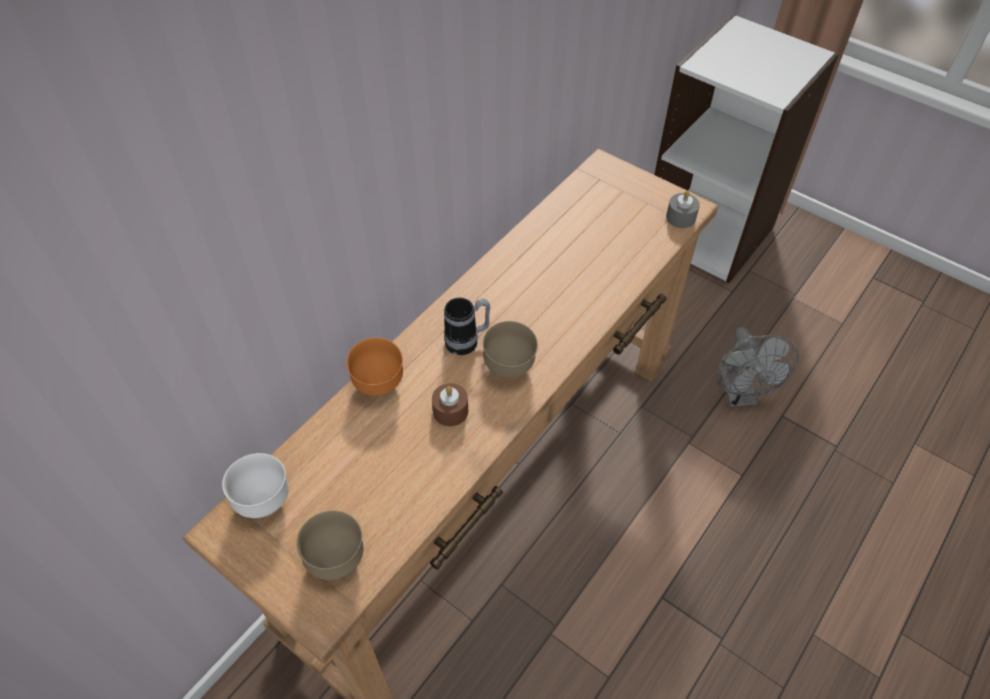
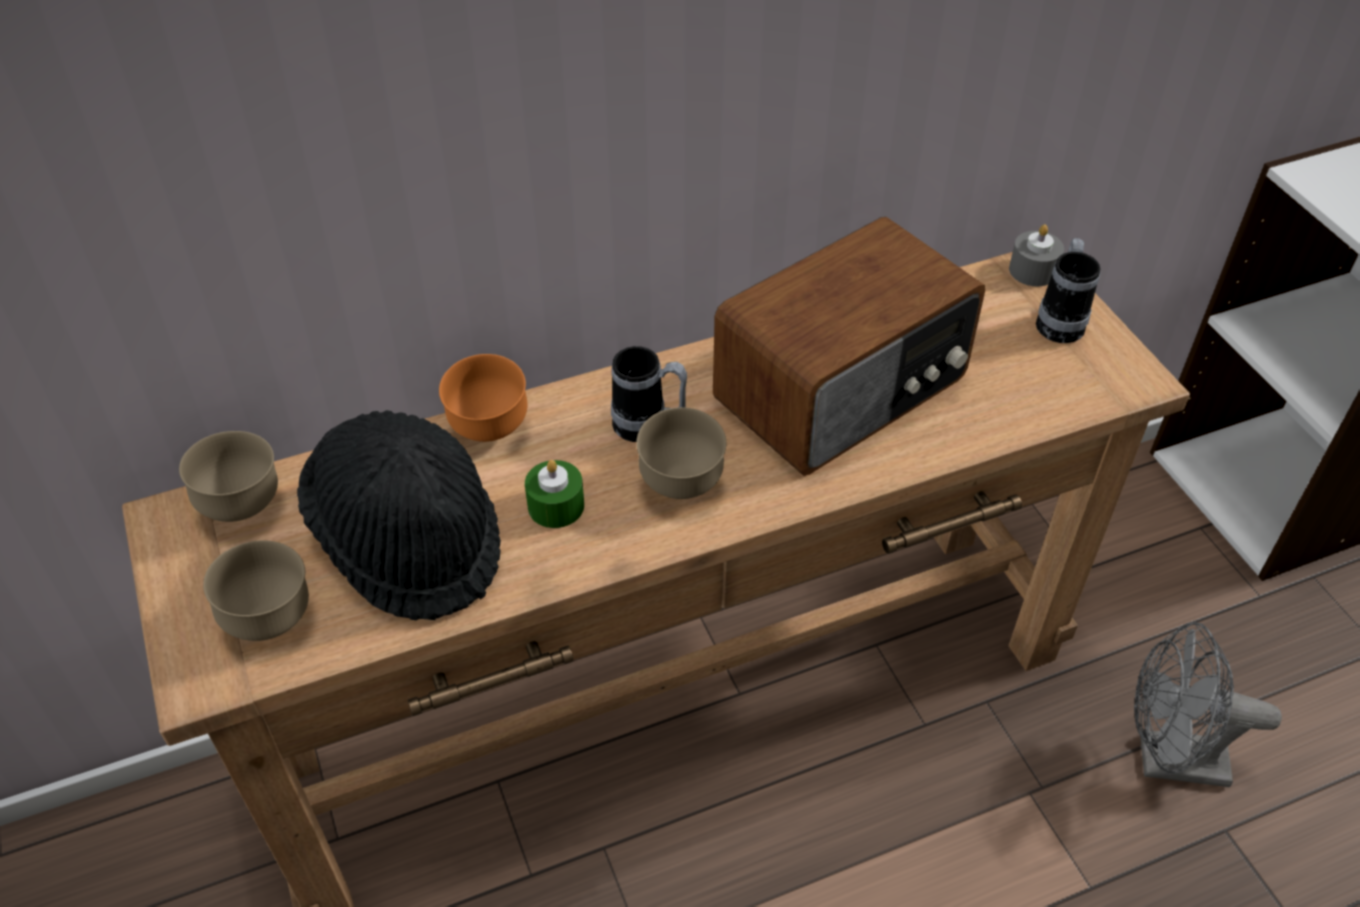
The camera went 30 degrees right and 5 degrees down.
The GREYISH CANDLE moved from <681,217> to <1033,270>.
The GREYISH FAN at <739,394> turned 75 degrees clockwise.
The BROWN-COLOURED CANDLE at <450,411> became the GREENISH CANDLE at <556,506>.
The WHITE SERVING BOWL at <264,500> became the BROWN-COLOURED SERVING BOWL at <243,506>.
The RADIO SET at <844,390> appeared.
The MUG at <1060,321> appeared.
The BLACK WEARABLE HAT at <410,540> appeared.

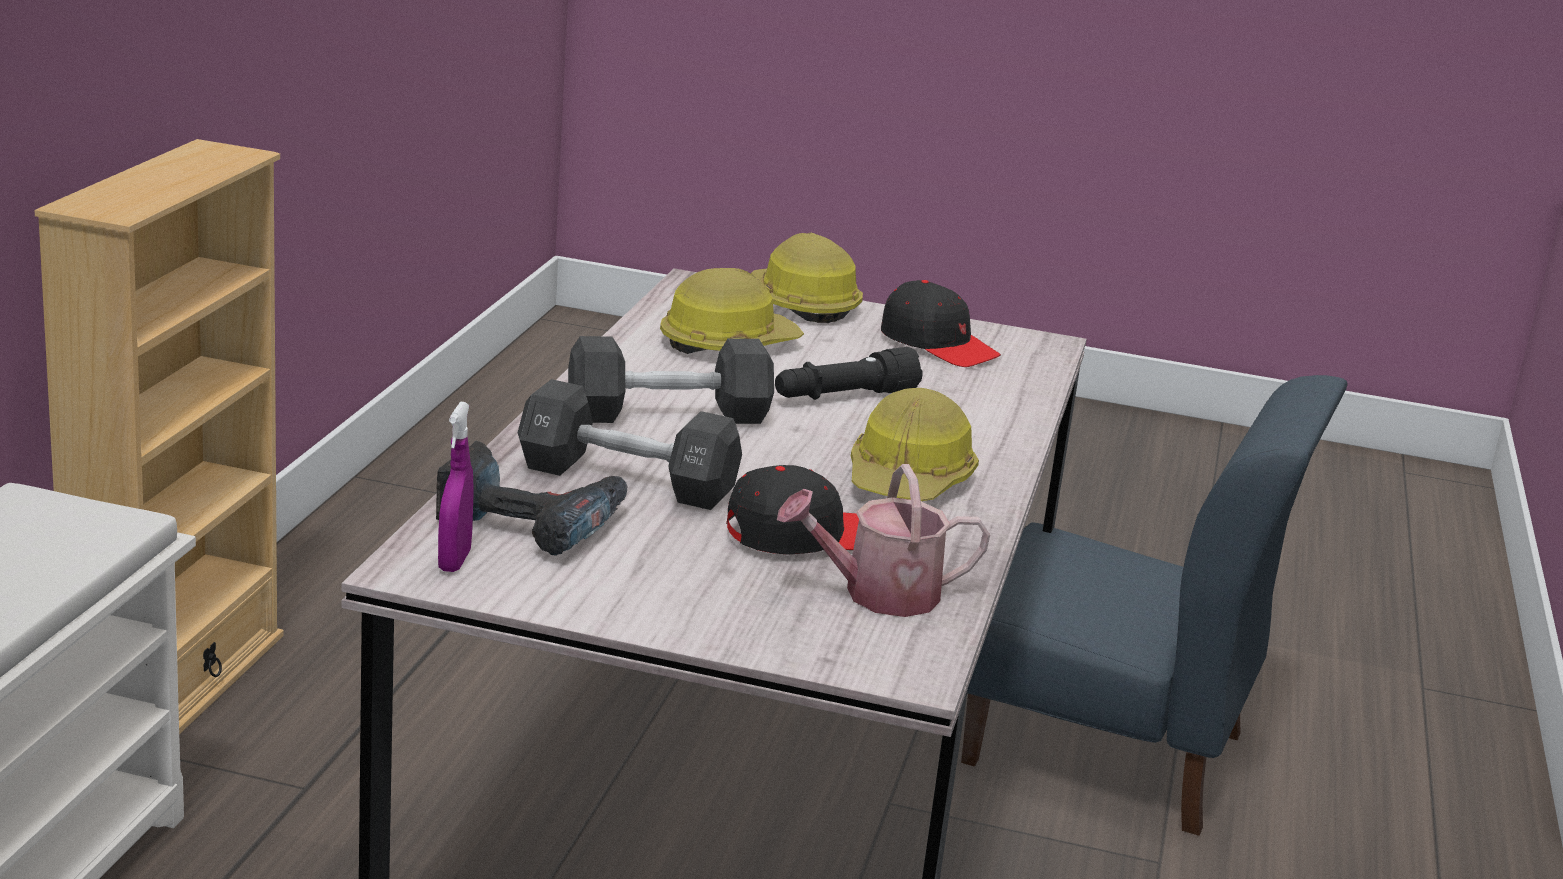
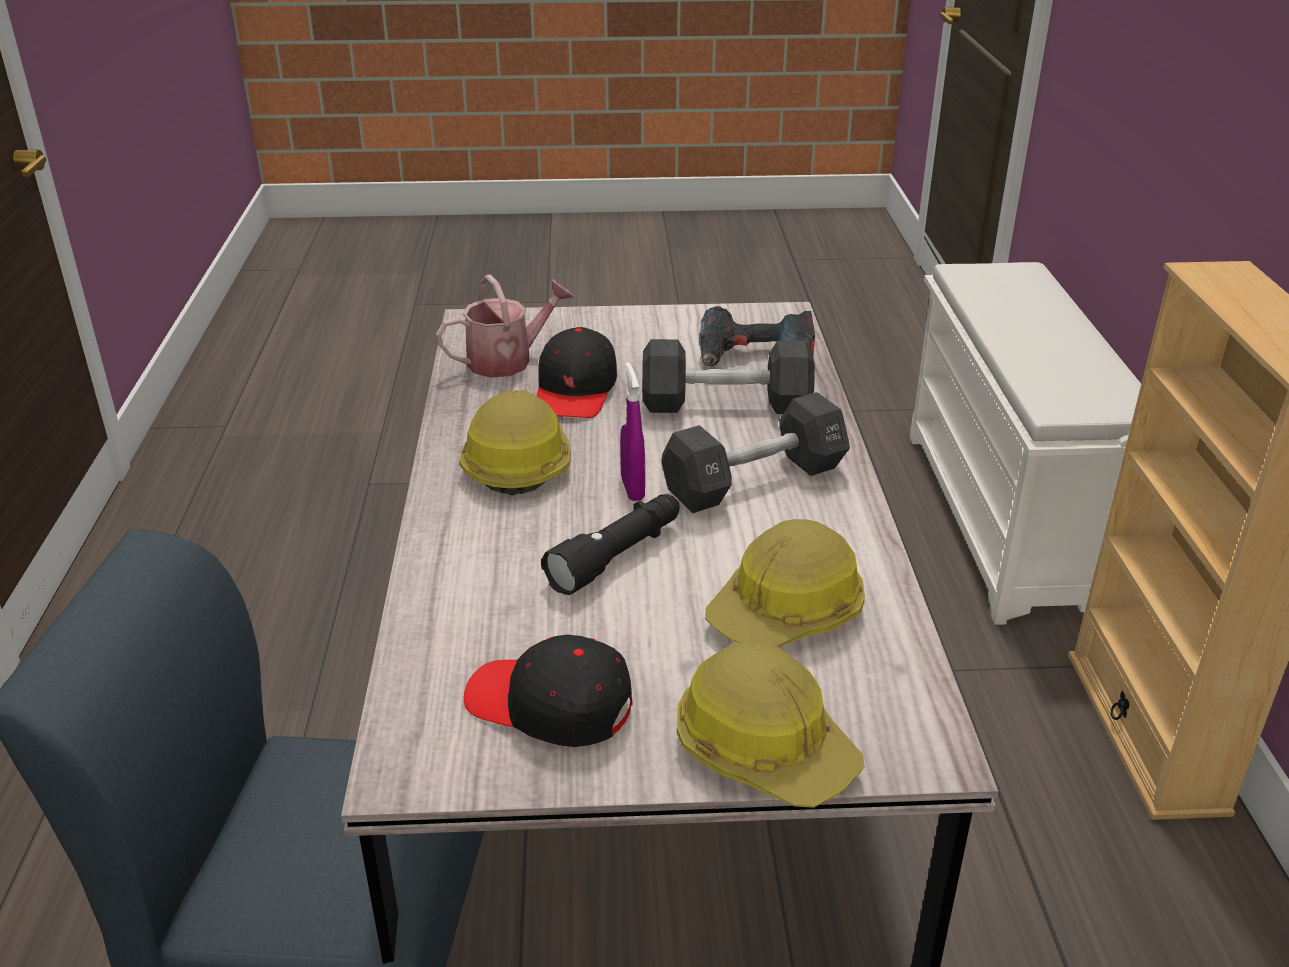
The camera went 165 degrees right and 10 degrees up.
The PURPLE SPRAYER moved from <454,561> to <632,489>.
The BLACK CAP at <803,535> turned 45 degrees counterclockwise.

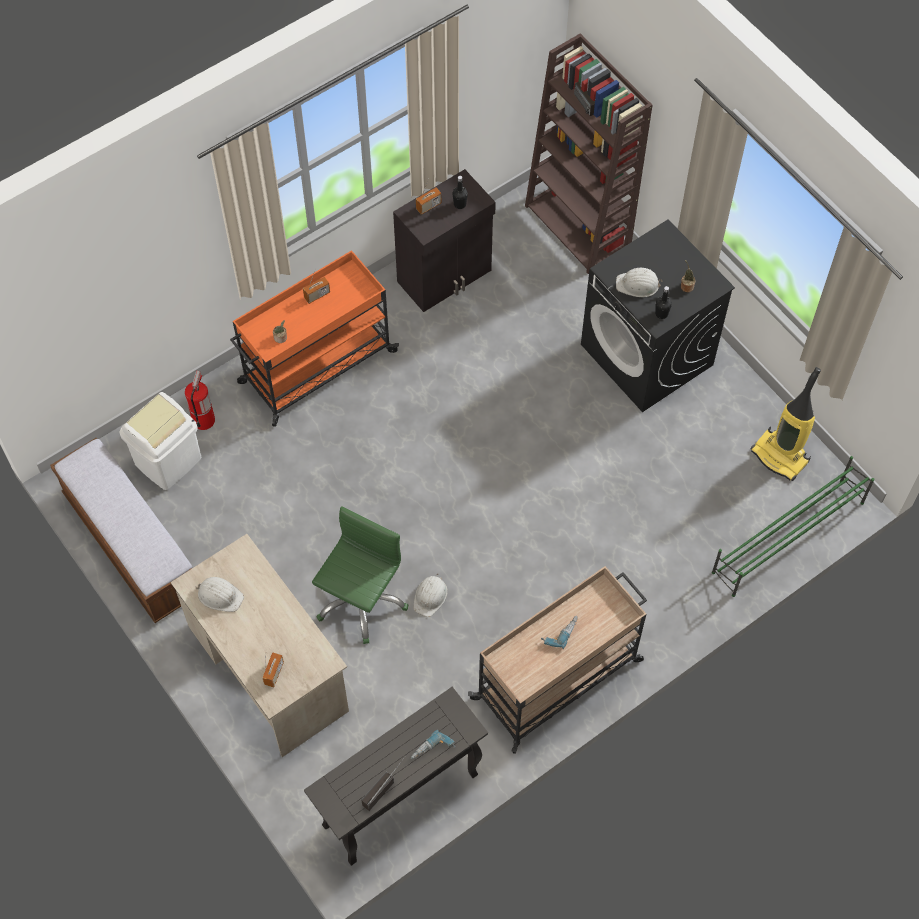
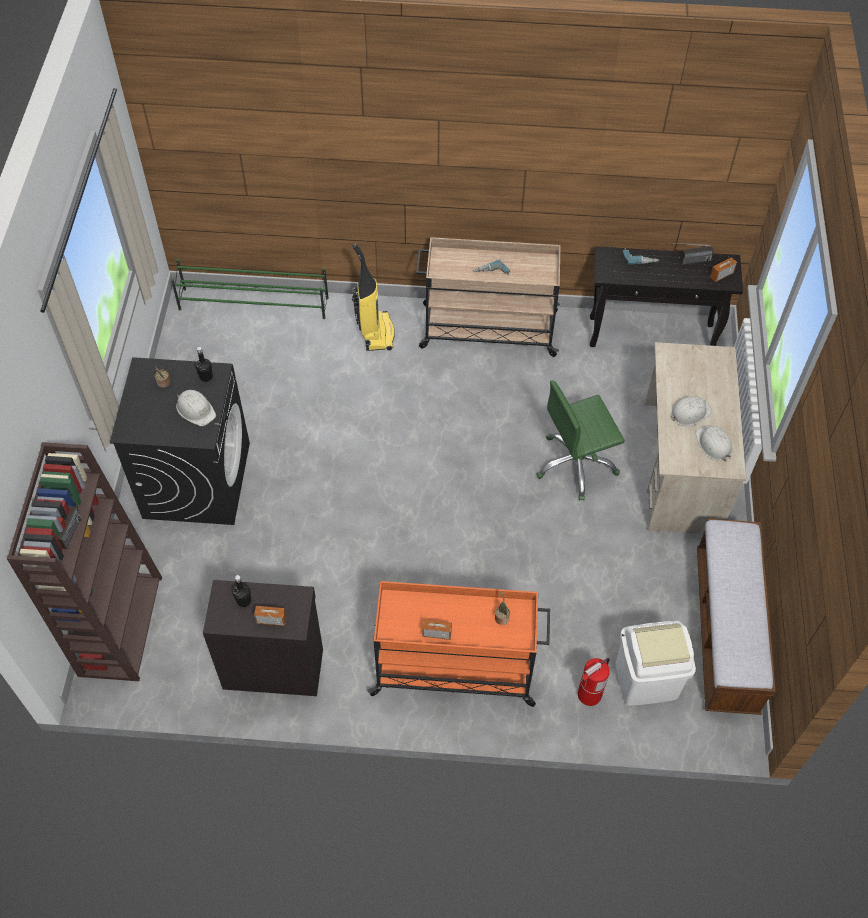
The camera went 140 degrees left and 5 degrees down.
The HOOVER moved from <781,456> to <376,332>.
The WHITE HARD HAT moved from <430,596> to <690,413>.
The RADIO SET moved from <274,673> to <721,275>.

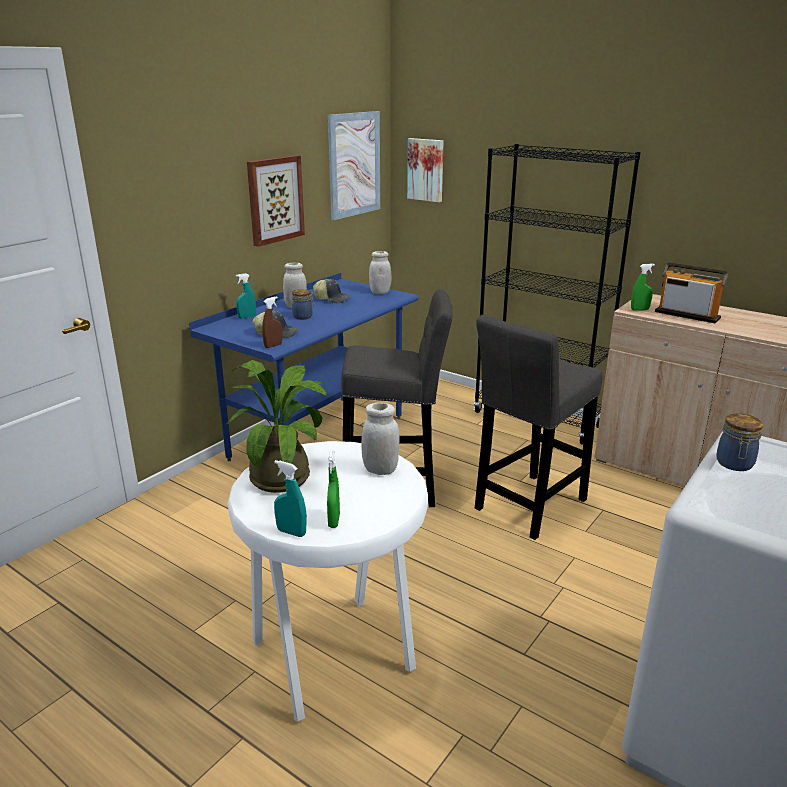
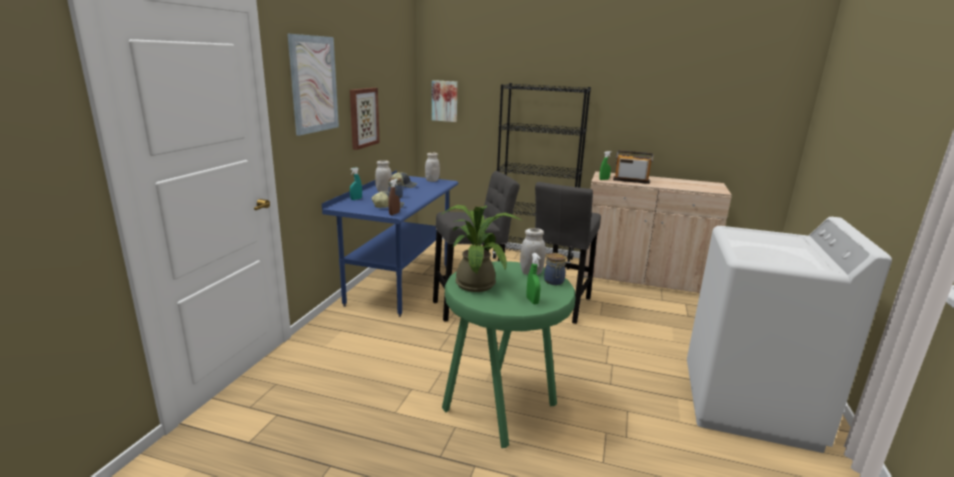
The camera went 20 degrees left and 5 degrees down.
The WALL ART moved from <354,164> to <314,84>.
The STORAGE JAR moved from <734,464> to <554,282>.
The WHITE STOOL SEAT at <336,656> became the GREENISH STOOL SEAT at <502,407>.
The TURQUOISE SPRAYER at <291,532> disappeared.

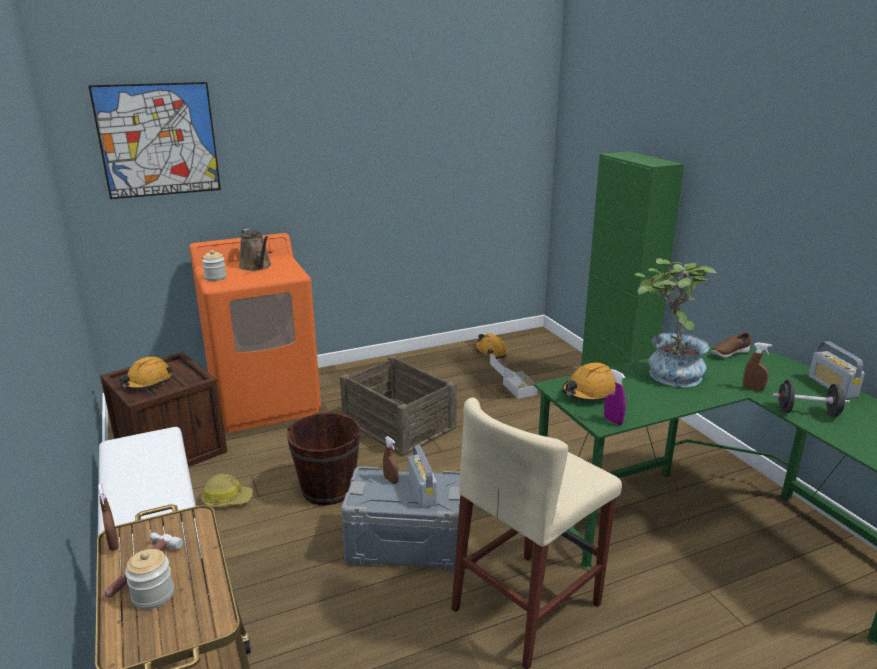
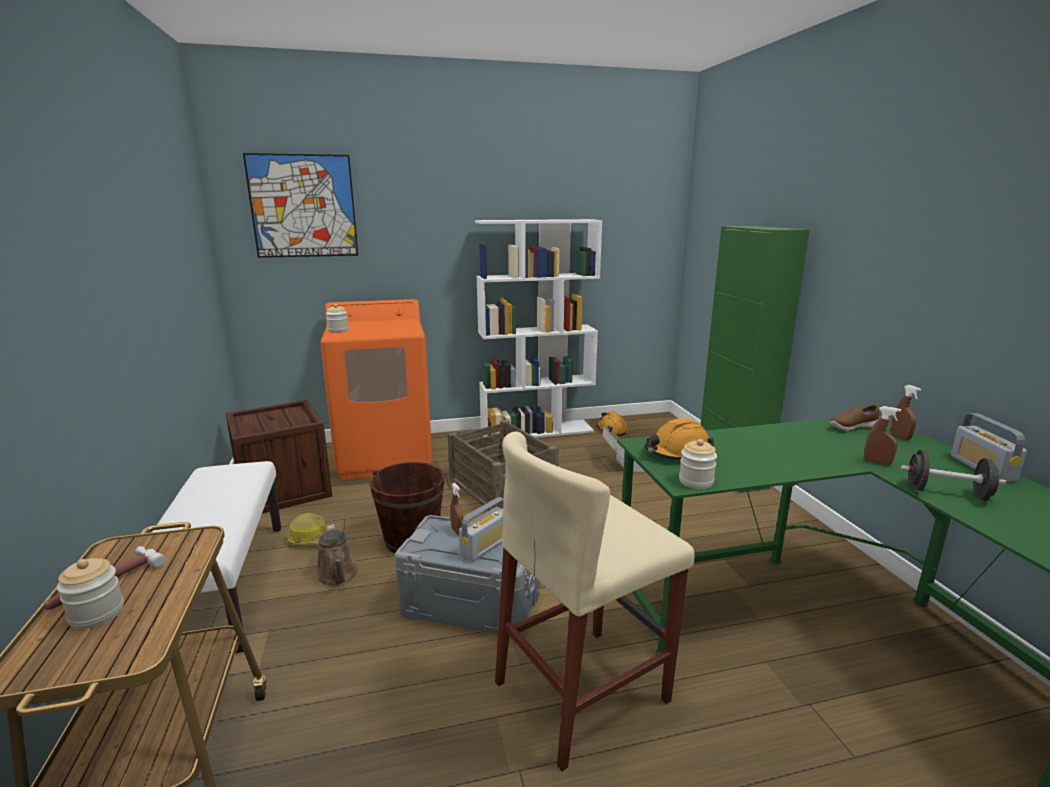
The camera went 10 degrees right and 5 degrees down.
The BROWN-COLOURED WATERING CAN moved from <256,266> to <338,576>.
The PLANT IN A POT at <666,373> disappeared.
The ORANGE HARD HAT at <147,382> disappeared.
The PURPLE SPRAYER at <613,421> was replaced by the STORAGE JAR at <696,481>.
The RADIO SET at <422,492> turned 45 degrees clockwise.
The BROWN-COLOURED SPRAYER moved from <113,544> to <900,437>.
The WHITE SHELVING UNIT at <537,431> appeared.

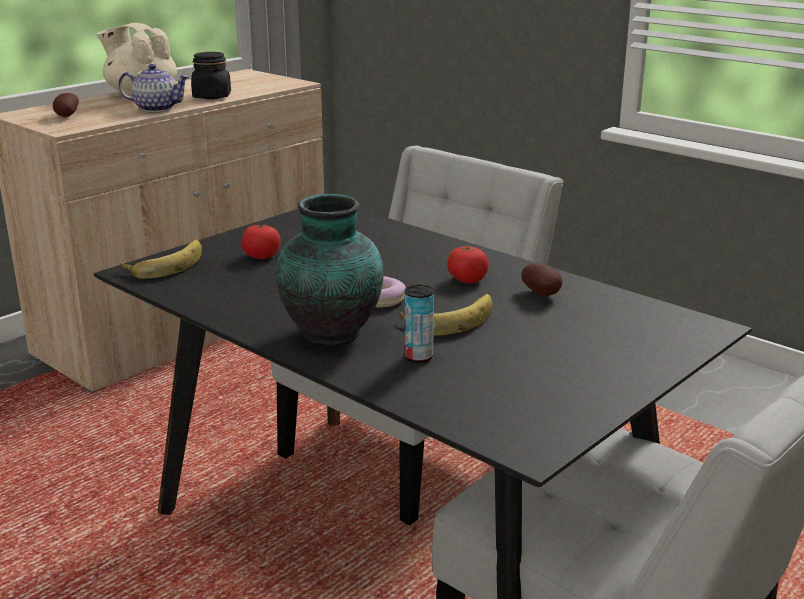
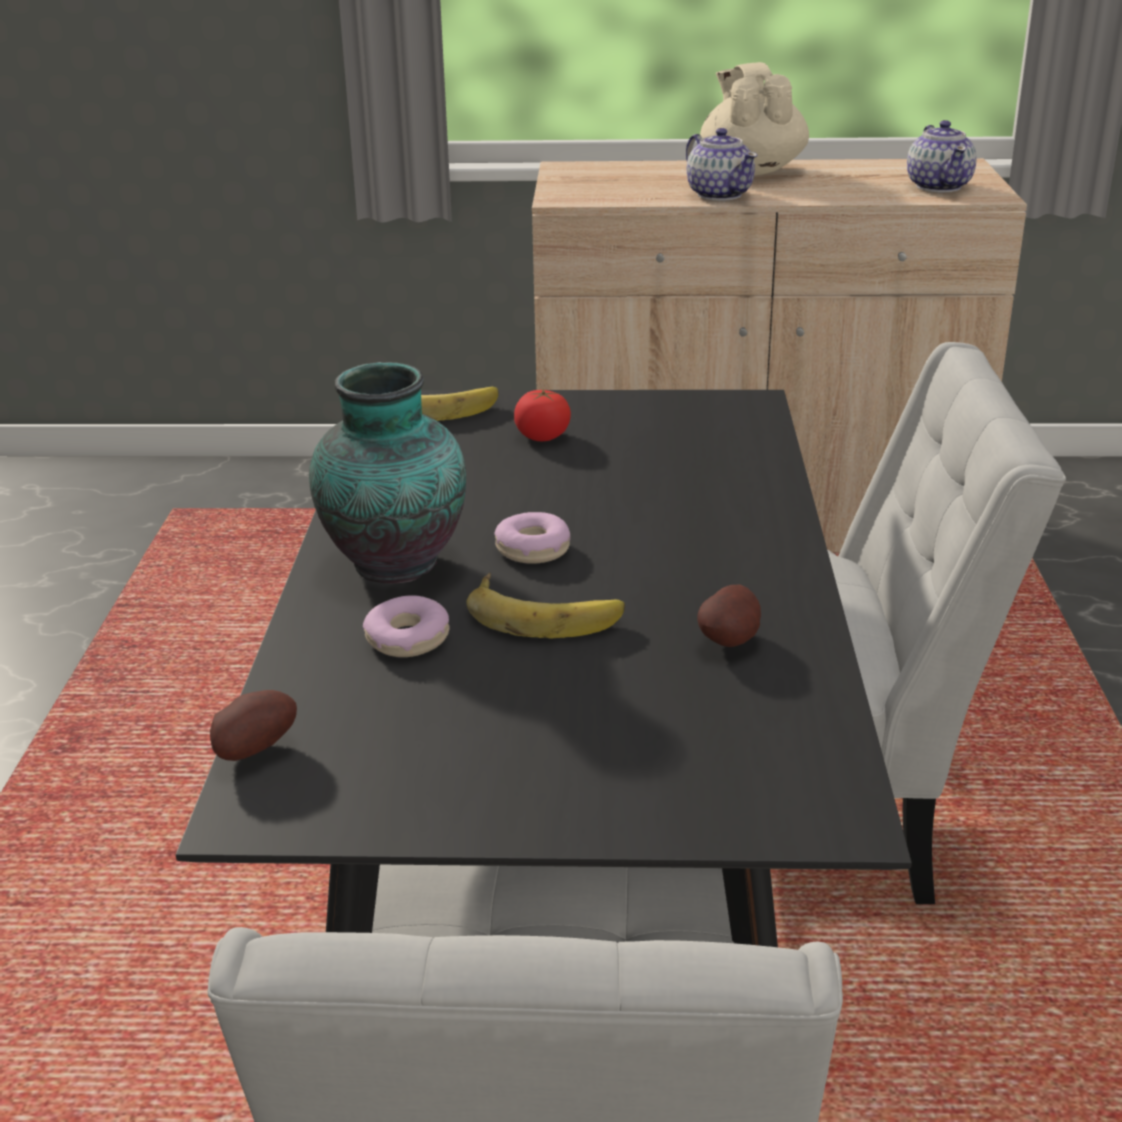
The camera went 50 degrees right and 5 degrees up.
The BLACK STORAGE JAR at <212,97> disappeared.
The SPUD moved from <66,117> to <253,750>.
The FRESH TOMATO at <467,280> disappeared.
The CAN at <418,357> was replaced by the DOUGHNUT at <407,639>.
The TEAPOT at <939,186> appeared.

